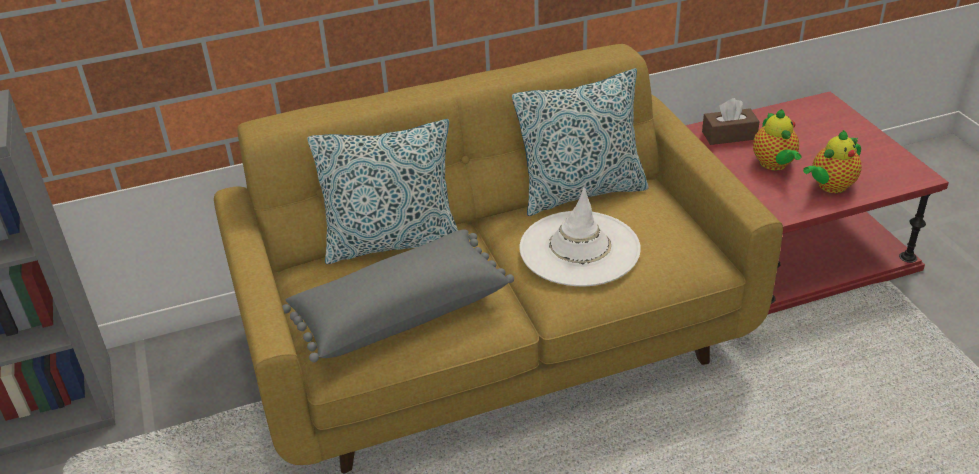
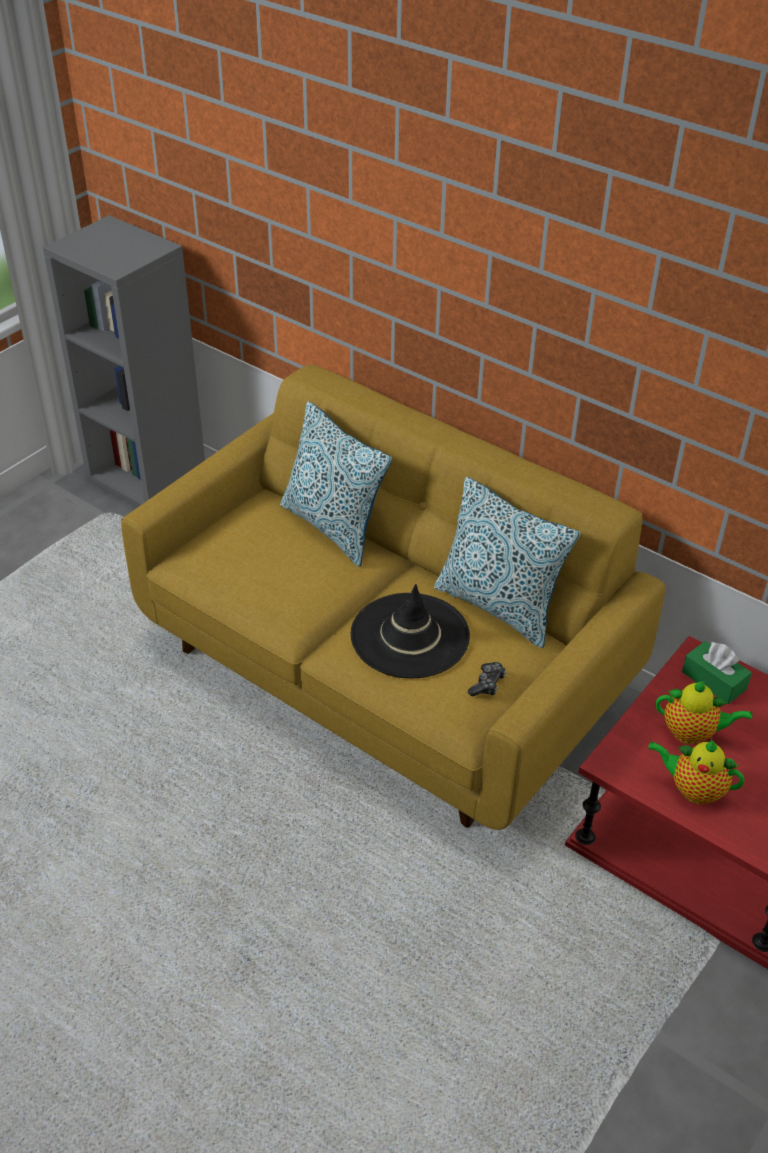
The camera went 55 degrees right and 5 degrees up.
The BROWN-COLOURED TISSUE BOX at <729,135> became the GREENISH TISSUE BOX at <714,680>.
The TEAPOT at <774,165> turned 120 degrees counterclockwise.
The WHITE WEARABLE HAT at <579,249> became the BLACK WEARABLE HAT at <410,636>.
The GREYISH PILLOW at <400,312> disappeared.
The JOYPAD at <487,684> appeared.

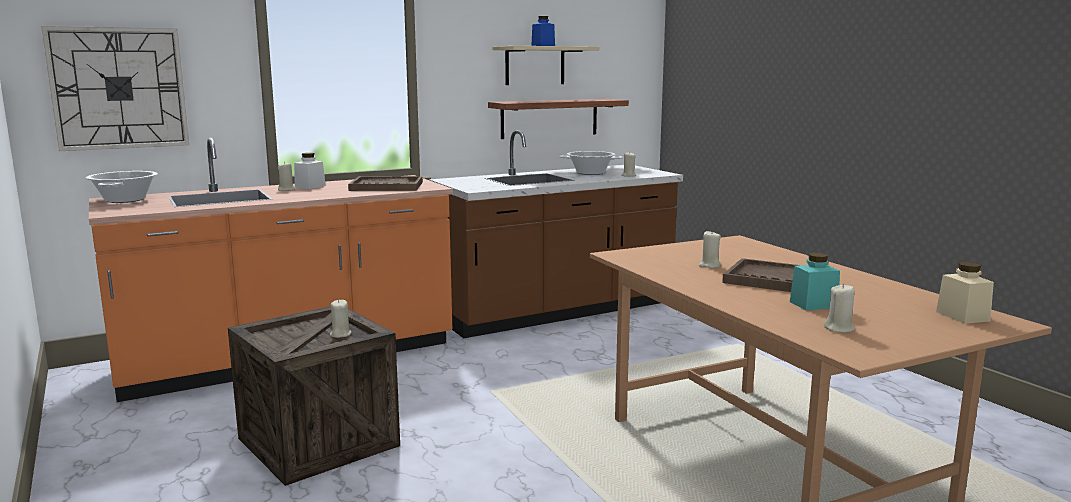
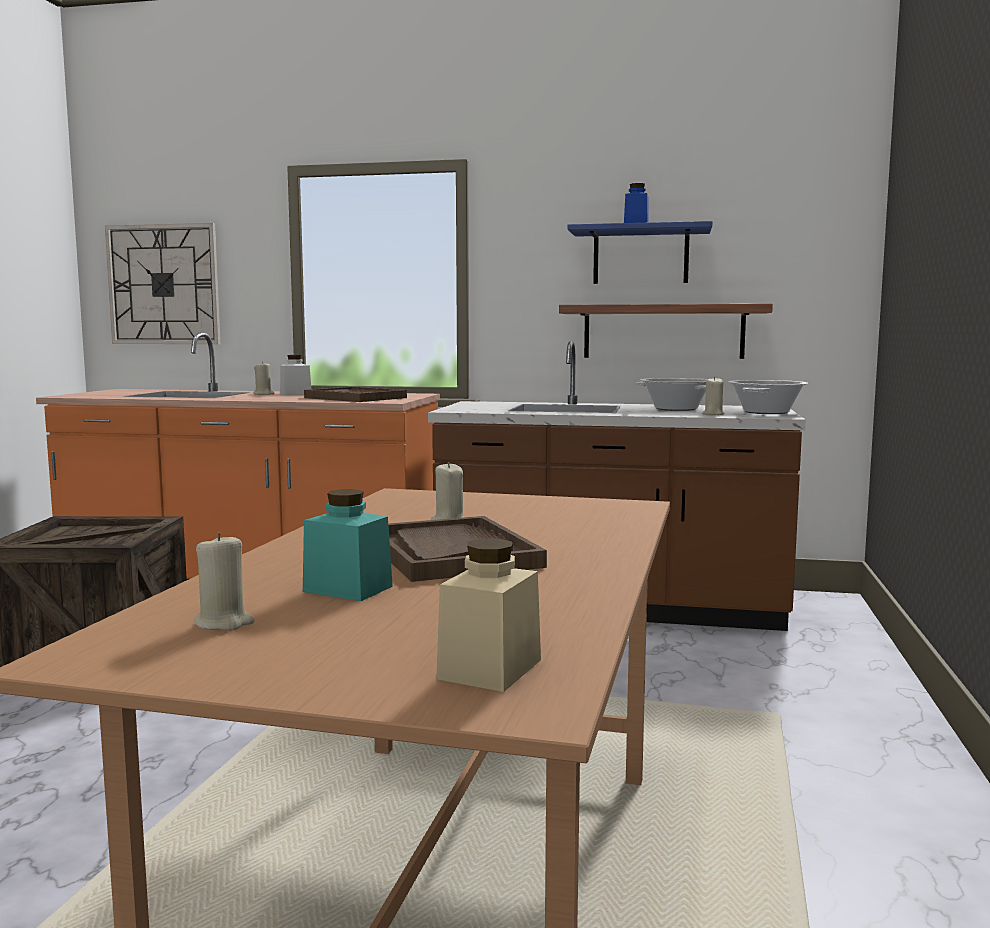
The camera went 40 degrees right and 5 degrees down.
The SAND-COLOURED WALL SHELF at <535,65> became the BLUE-COLOURED WALL SHELF at <640,256>.
The SAUCEPOT moved from <124,200> to <765,412>.
The SAND-COLOURED CANDLE at <340,334> disappeared.

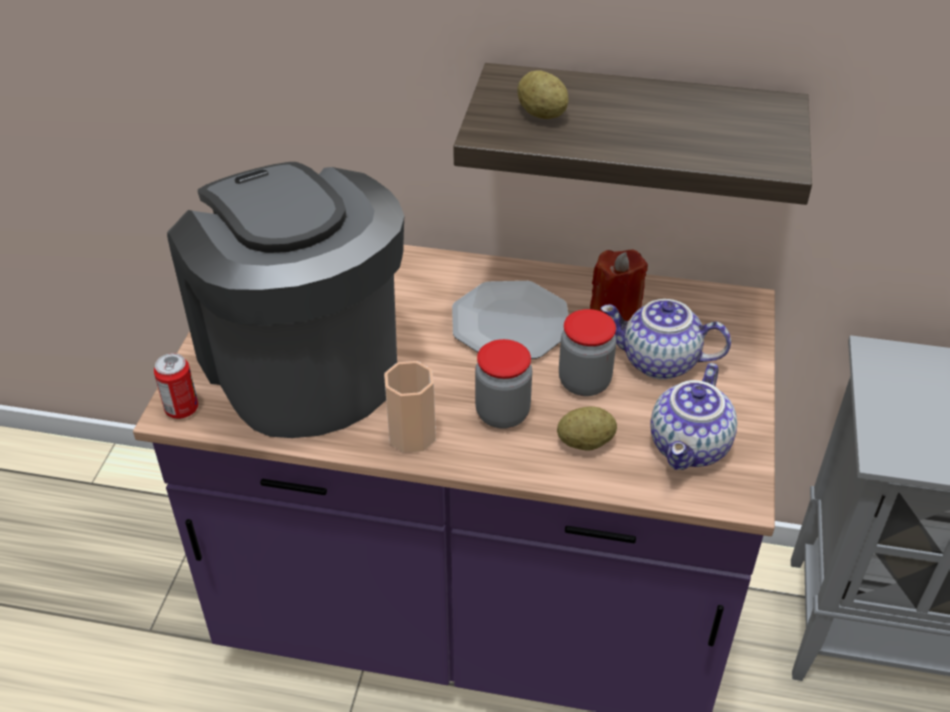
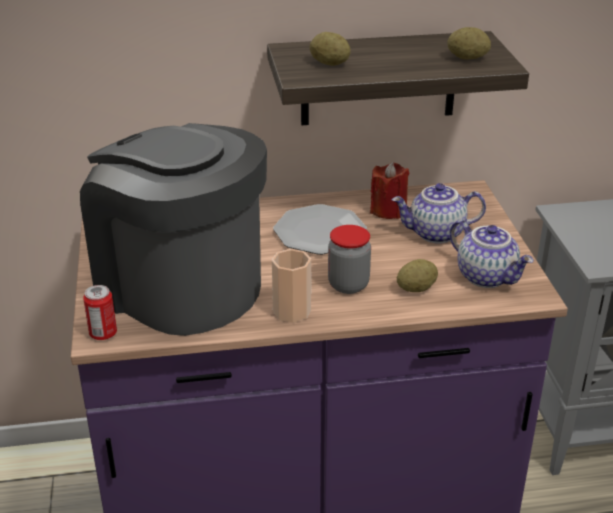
The camera went 20 degrees left and 10 degrees down.
The STORAGE JAR at <584,382> disappeared.
The TEAPOT at <690,448> turned 45 degrees counterclockwise.
The SPUD at <467,58> appeared.

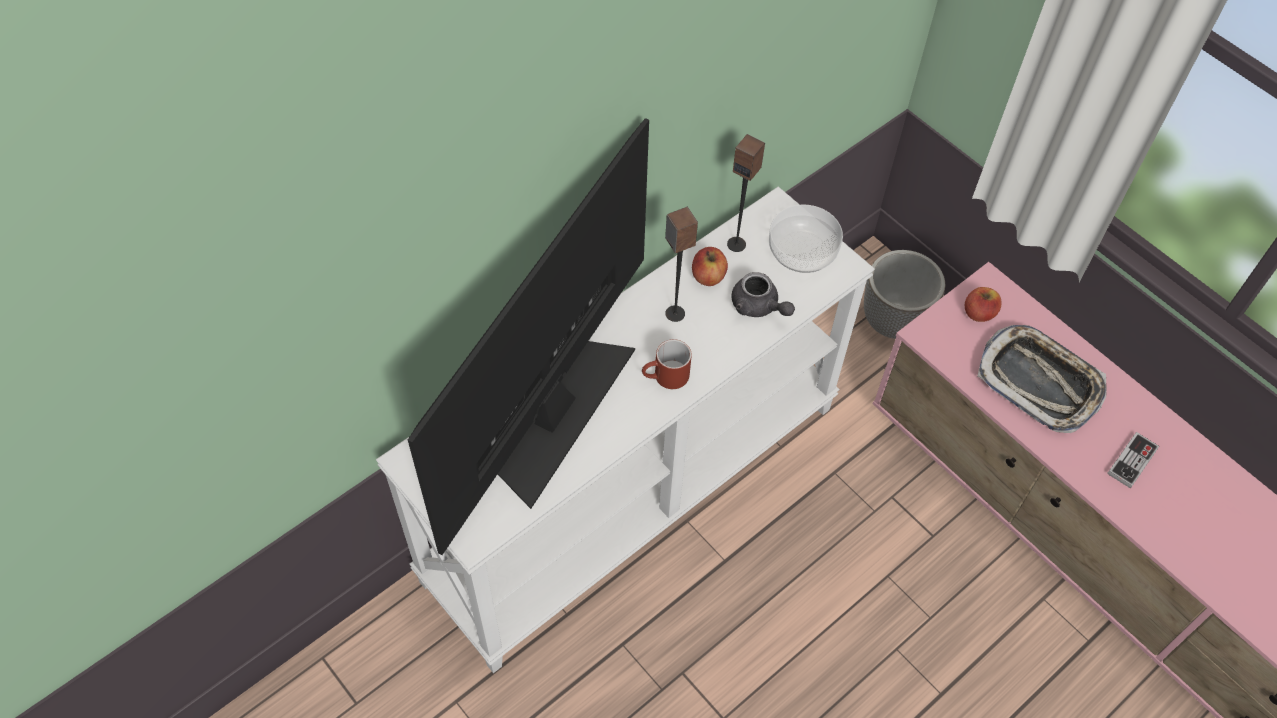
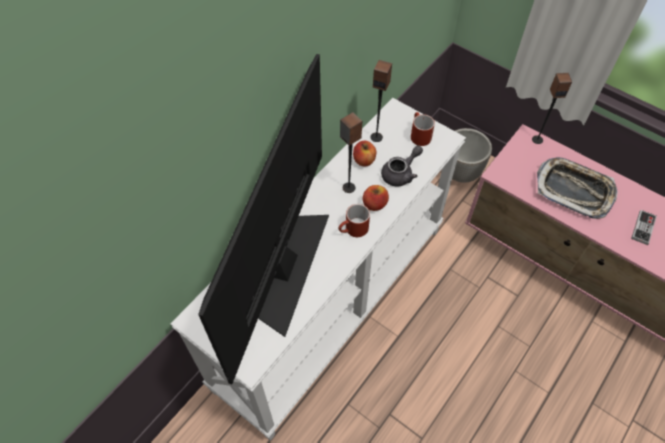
The camera went 10 degrees left and 0 degrees up.
The SERVING BOWL at <802,252> was replaced by the RED-COLOURED MUG at <418,135>.
The GREYISH TEAPOT at <758,307> turned 75 degrees counterclockwise.
The APPLE FRUIT moved from <978,313> to <374,204>.
The AUDIO SPEAKER at <537,139> appeared.

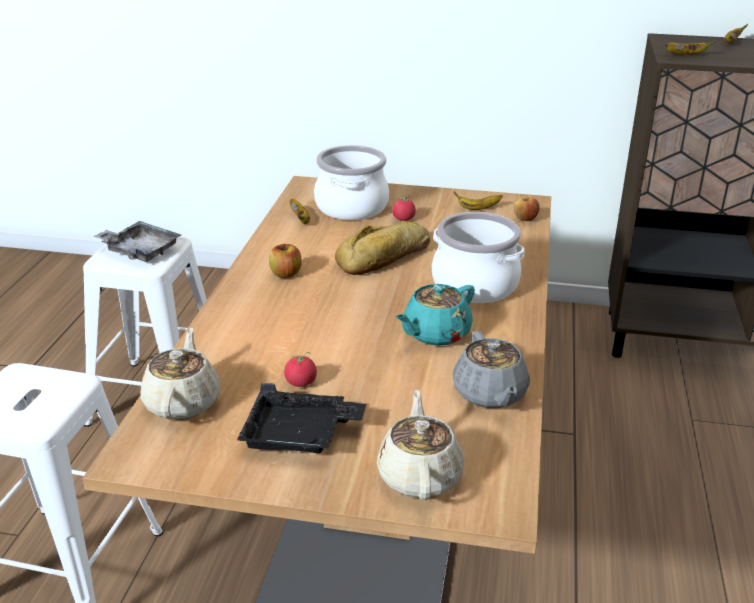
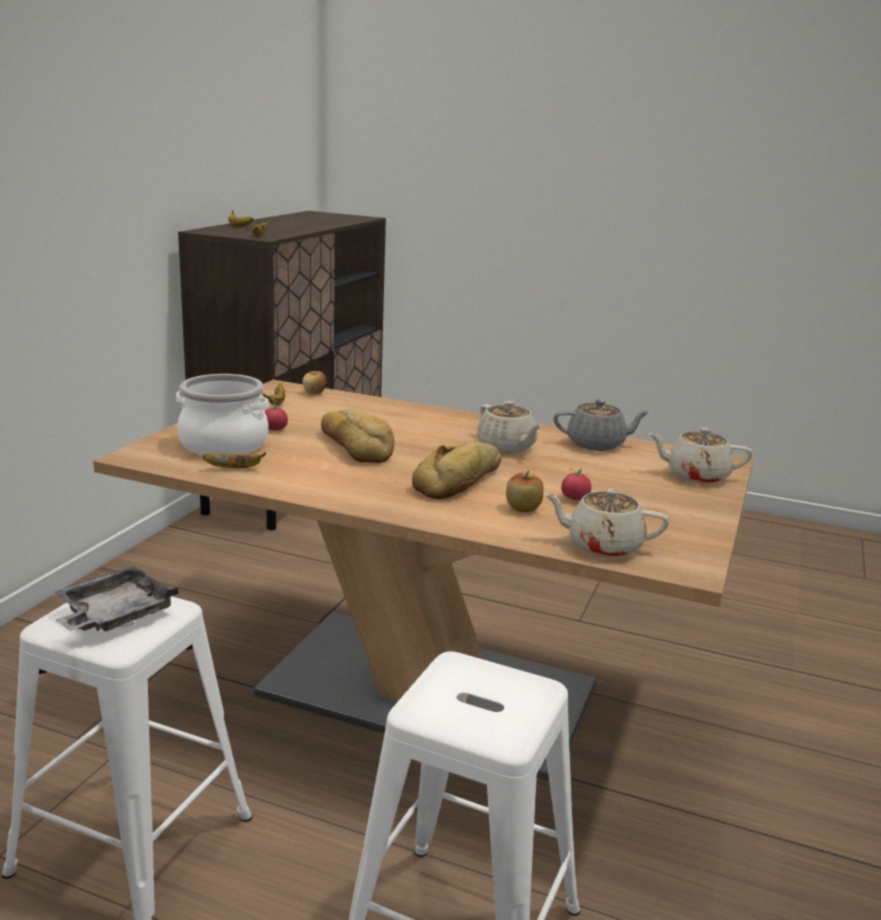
The camera went 80 degrees left and 10 degrees down.
The SAUCEPOT at <475,285> disappeared.
The APPLE FRUIT moved from <286,274> to <523,508>.
The TURQUOISE TEAPOT at <435,333> became the SAND-COLOURED TEAPOT at <506,447>.
The BLACK TRAY at <299,435> disappeared.
The BREAD at <461,480> appeared.

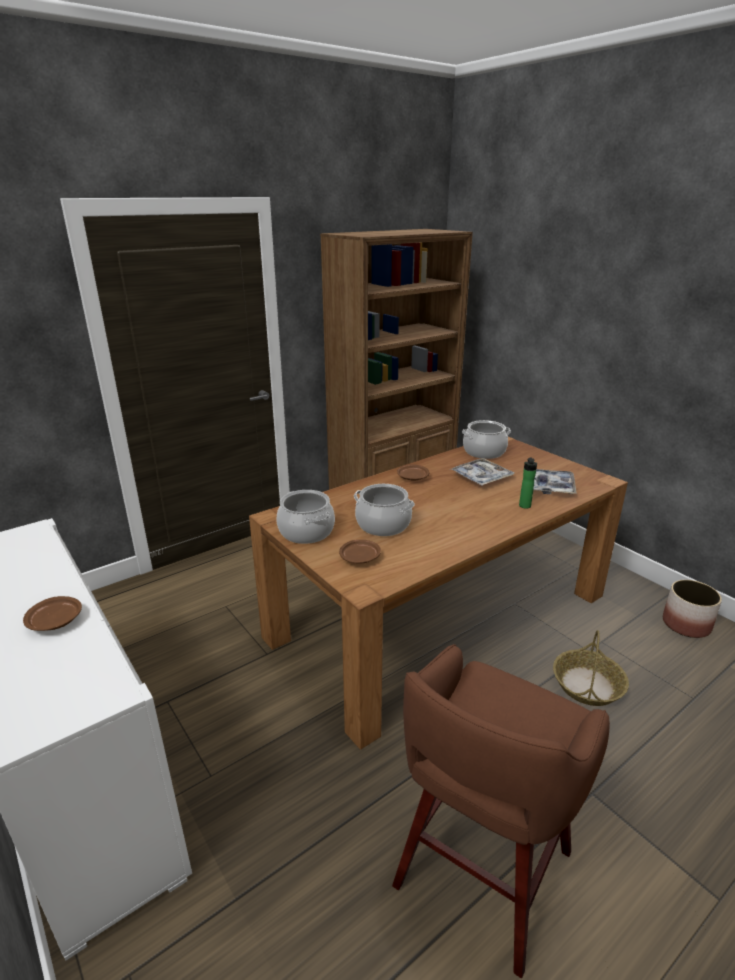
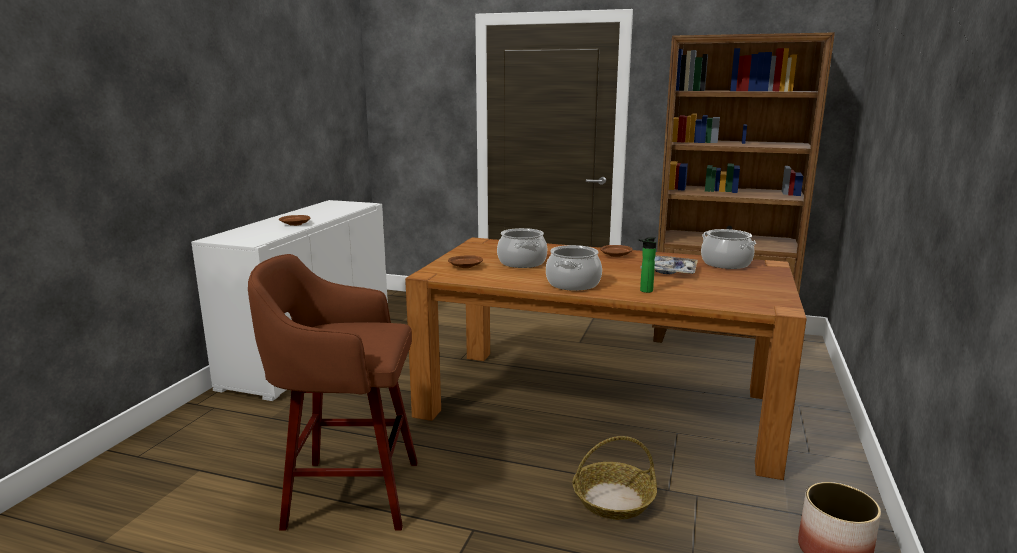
The camera went 55 degrees right and 10 degrees down.
The TRAY at <549,487> disappeared.
The SAUCEPOT moved from <306,532> to <572,284>.

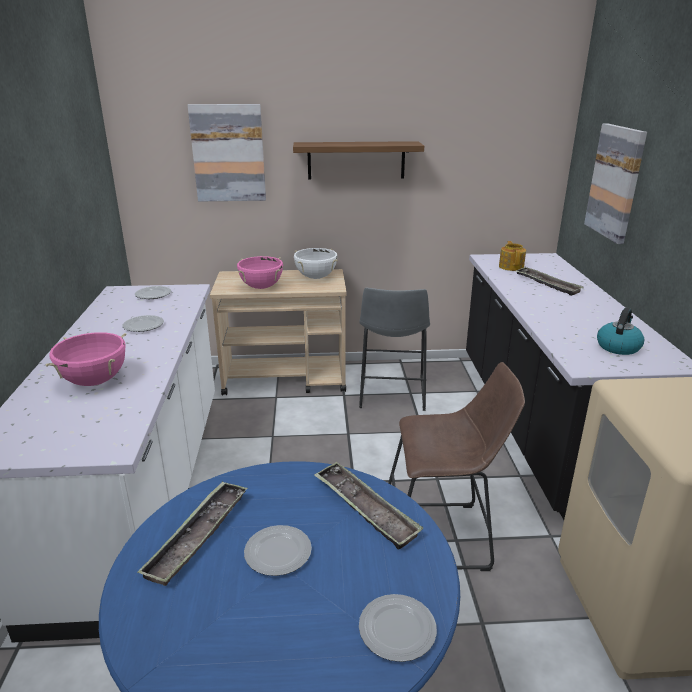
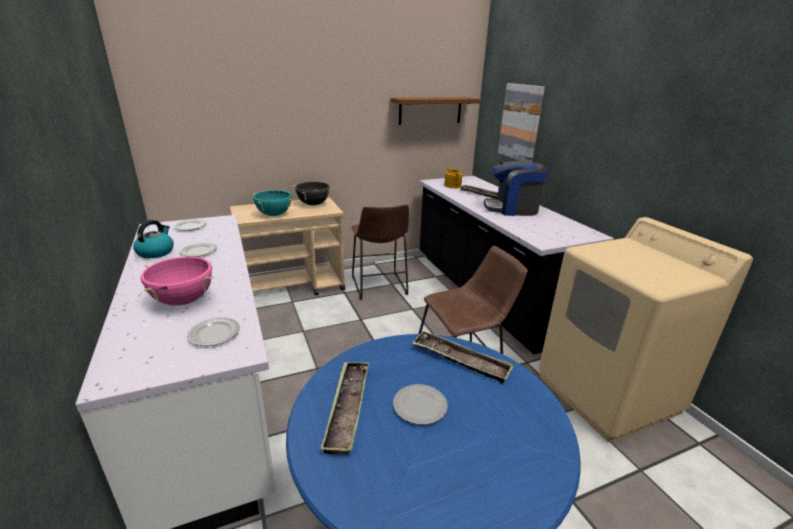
The camera went 20 degrees left and 0 degrees up.
The WALL ART at <228,153> disappeared.
The WALL SHELF moved from <356,160> to <430,110>.
The WHITE SAUCEPOT at <316,277> became the BLACK SAUCEPOT at <313,204>.
The PINK SAUCEPOT at <261,287> became the TURQUOISE SAUCEPOT at <274,215>.
The GREYISH STOOL SEAT at <391,395> became the BROWN-COLOURED STOOL SEAT at <379,287>.
The KETTLE moved from <618,346> to <156,252>.
The FLAT DISH moved from <396,630> to <214,334>.
The COFFEE MAKER at <512,209> appeared.

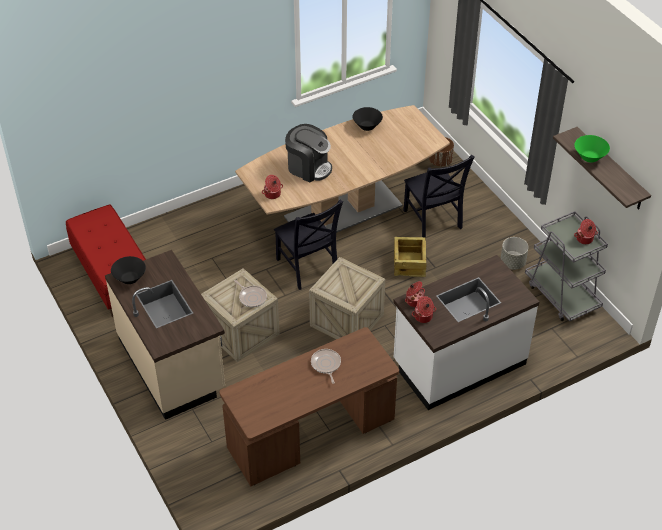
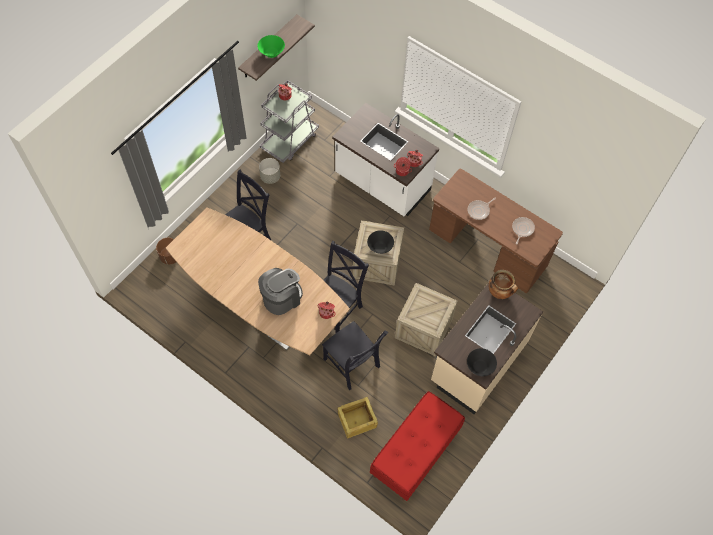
The camera went 115 degrees left and 15 degrees up.
The BLACK SERVING BOWL moved from <367,126> to <380,247>.
The COFFEE MAKER at <308,167> turned 45 degrees clockwise.
The PACKING CRATE moved from <409,263> to <356,420>.
The PAN moved from <252,297> to <522,229>.
The SAUCEPOT at <500,292> appeared.
The BLACK UPRIGHT CHAIR at <352,365> appeared.

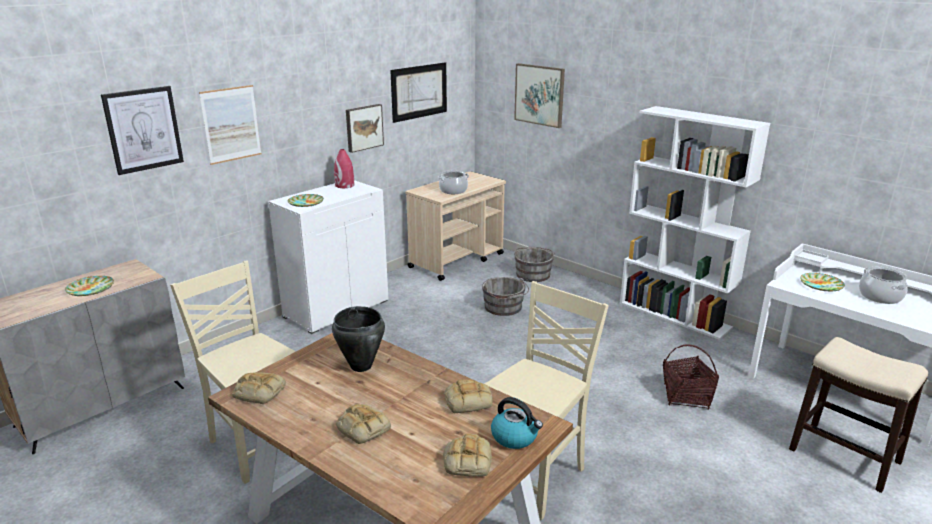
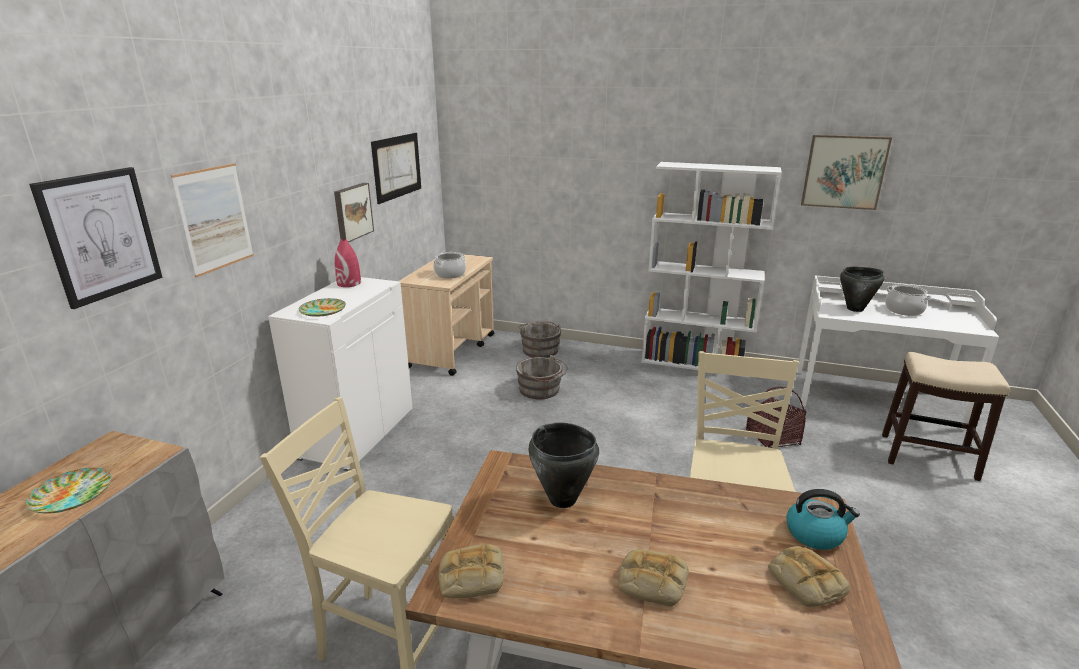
The camera went 25 degrees left and 0 degrees up.
The WALL ART moved from <539,95> to <844,172>.
The FLAT DISH at <821,285> was replaced by the BLACK SAUCEPOT at <855,309>.
The BREAD at <468,400> disappeared.

